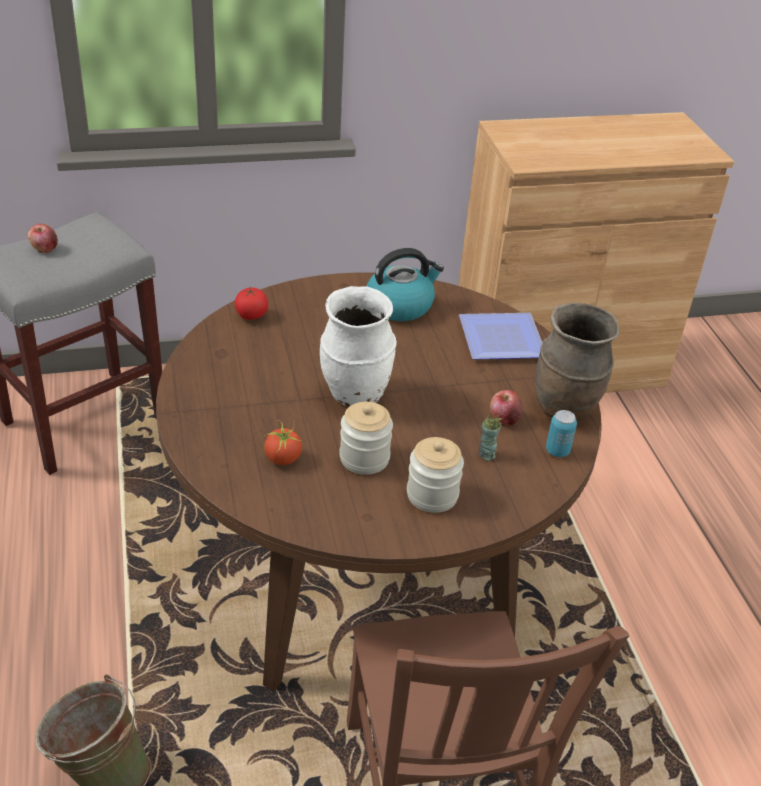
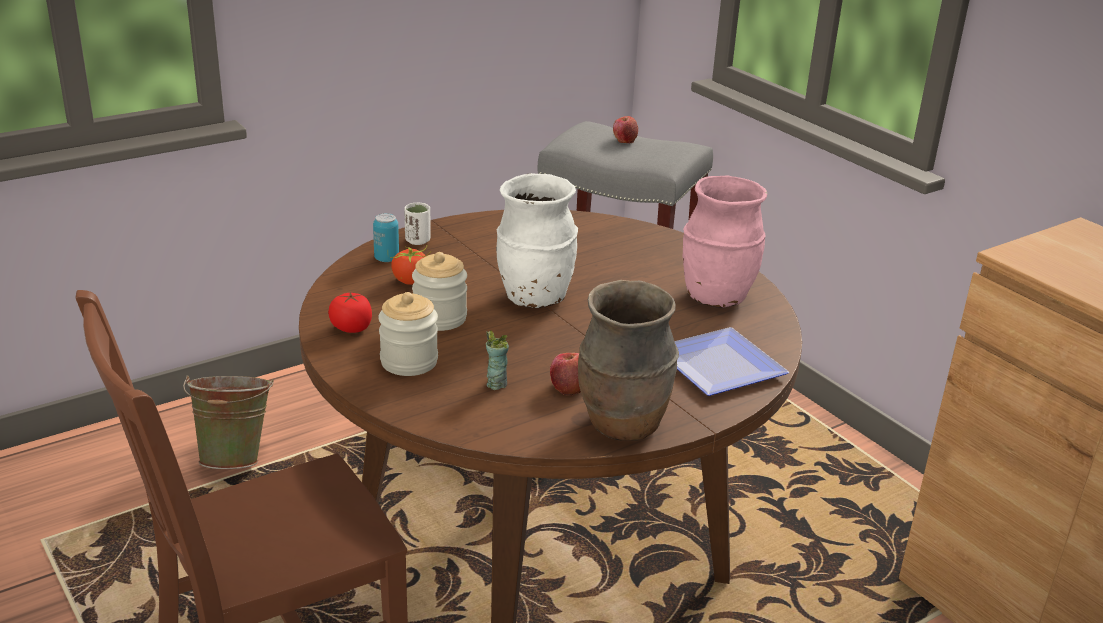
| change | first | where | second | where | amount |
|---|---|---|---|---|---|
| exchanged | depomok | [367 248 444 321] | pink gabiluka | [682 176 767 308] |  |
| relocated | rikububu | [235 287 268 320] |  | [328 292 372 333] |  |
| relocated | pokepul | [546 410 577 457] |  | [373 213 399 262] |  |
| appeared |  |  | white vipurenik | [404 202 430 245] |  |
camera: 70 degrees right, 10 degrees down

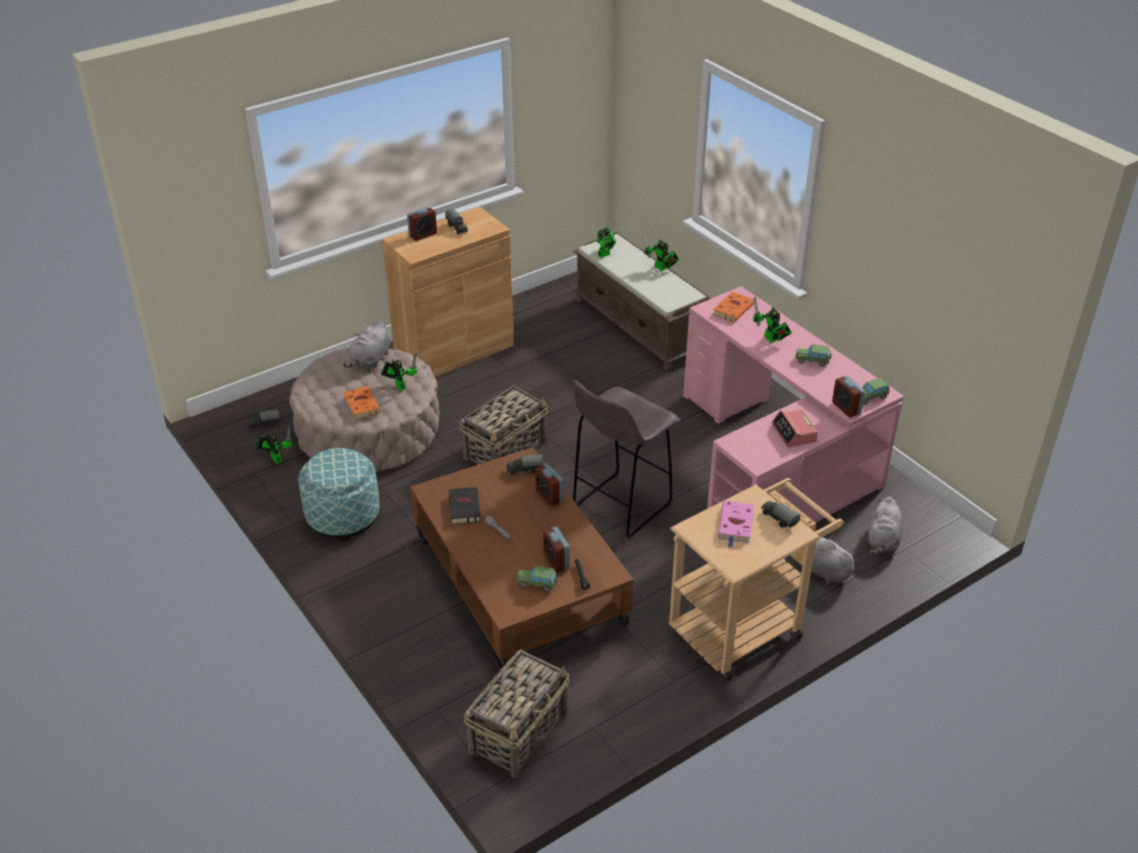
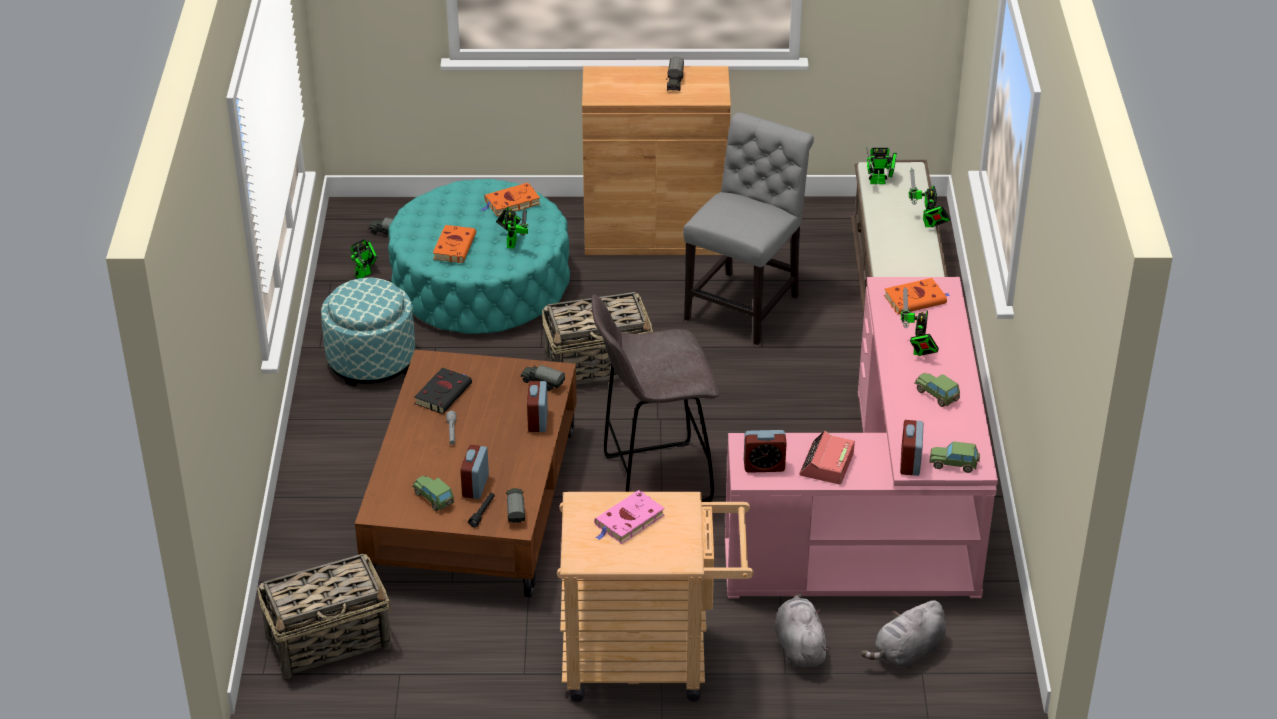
| change | first | where | second | where | amount |
|---|---|---|---|---|---|
| relocated | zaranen | [407 206 437 241] |  | [744 430 787 473] |  |
| exchanged | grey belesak | [343 320 391 368] | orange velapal | [481 183 540 216] |  |
| colour | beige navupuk | [289 348 440 472] | turquoise navupuk | [388 179 570 334] |  |
| spun | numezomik | [256 427 292 464] |  | [351 239 378 278] | 45 degrees clockwise |
| relocated | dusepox | [761 501 800 528] |  | [506 488 525 523] |  |
| appeared |  |  | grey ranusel | [683 112 814 345] |  |
camera: 35 degrees right, 0 degrees up

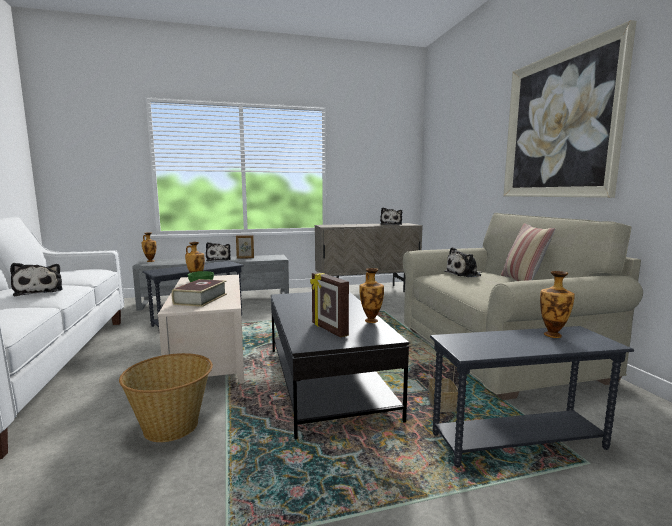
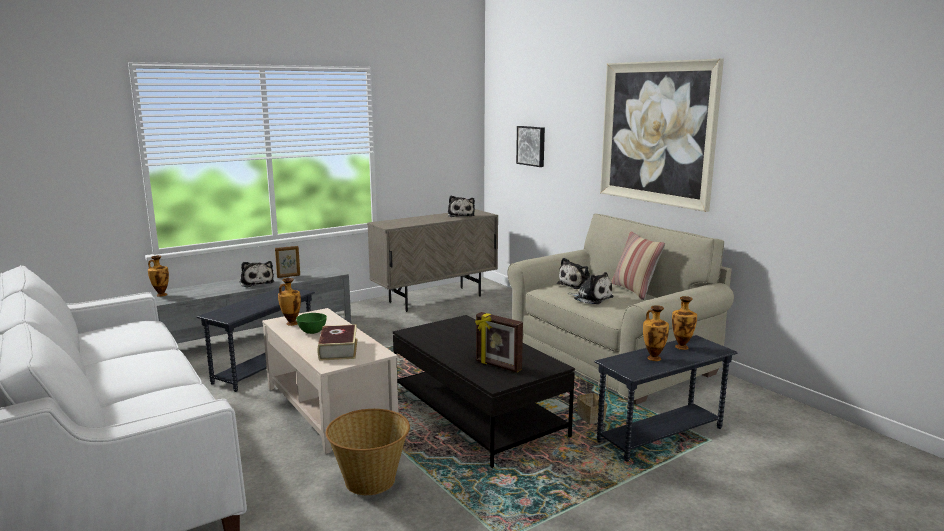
| change | first | where | second | where | amount |
|---|---|---|---|---|---|
| relocated | belesak | [10 263 63 297] |  | [569 272 614 304] |  |
| relocated | gabiluka | [359 268 384 323] |  | [643 305 669 361] |  |
| appeared |  |  | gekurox | [516 126 545 167] |  |
camera: 20 degrees left, 5 degrees up

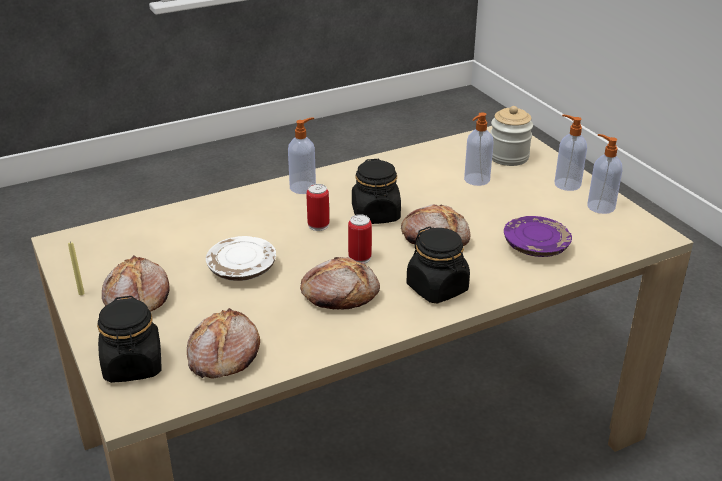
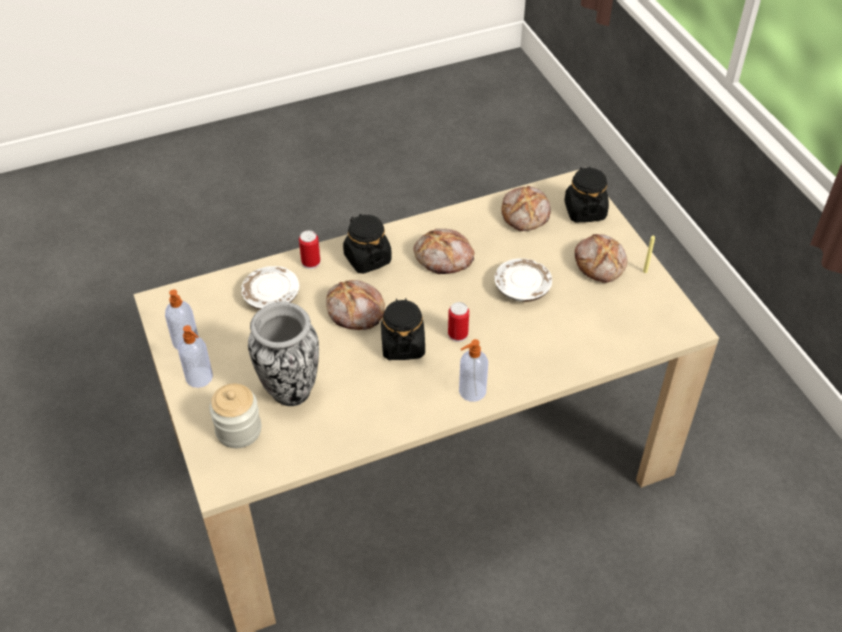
| change | first | where | second | where | amount |
|---|---|---|---|---|---|
| exchanged | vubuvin | [464 112 494 186] | gabiluka | [248 302 319 406] |  |
| relocated | pokepul | [348 214 372 264] |  | [299 230 320 269] |  |
| colour | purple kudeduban | [504 216 572 257] | white kudeduban | [241 266 299 310] |  |
camera: 175 degrees left, 15 degrees up

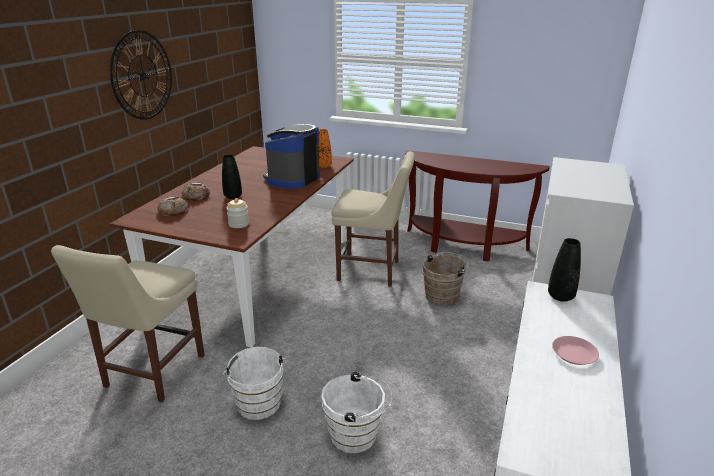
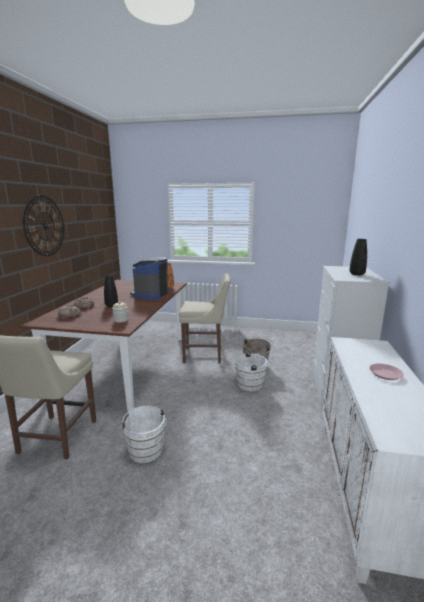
| change | first | where | second | where | amount |
|---|---|---|---|---|---|
| missing | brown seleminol | [405 150 550 261] |  |  |  |
| relocated | black gabiluka | [548 238 581 302] |  | [349 239 367 275] |  |
| relocated | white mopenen | [321 372 393 453] |  | [234 352 272 392] |  |
camera: 10 degrees left, 10 degrees down

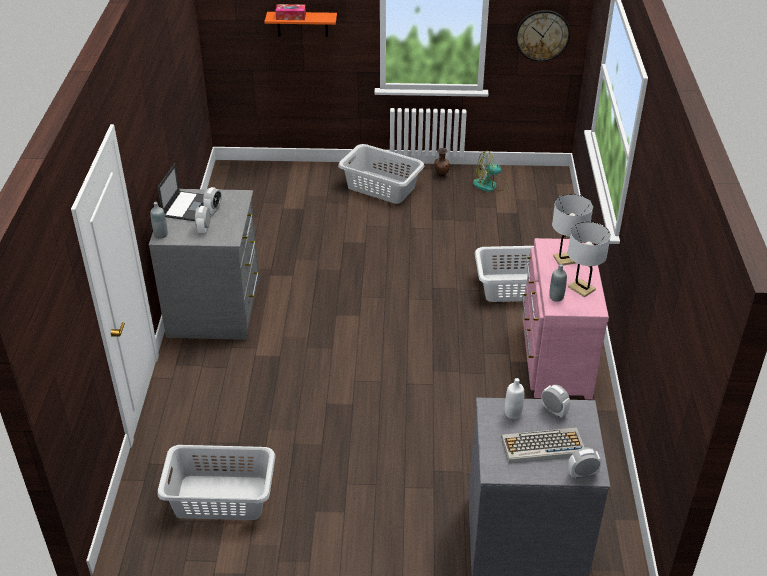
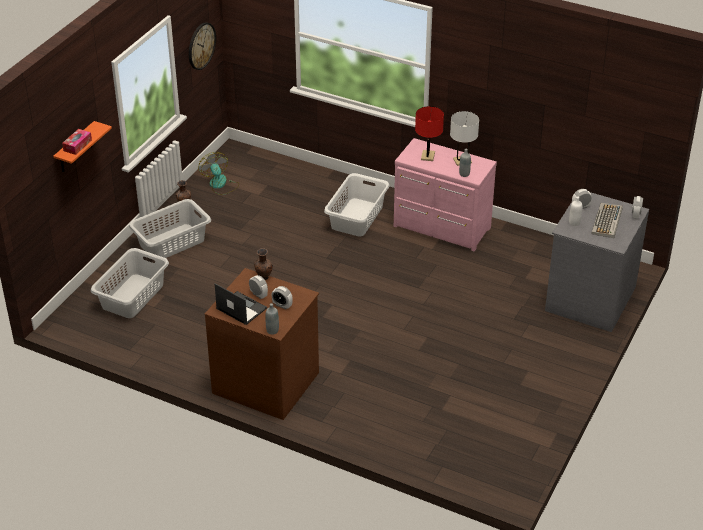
| change | first | where | second | where | amount |
|---|---|---|---|---|---|
| spun | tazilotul | [473 151 509 192] |  | [198 152 239 195] | 135 degrees clockwise |
| colour | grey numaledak | [149 189 260 340] | brown numaledak | [205 268 319 420] |  |
| colour | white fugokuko | [552 194 593 266] | red fugokuko | [415 106 444 161] |  |
| relocated | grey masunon | [157 445 275 520] |  | [91 248 169 318] |  |
| appeared |  |  | brown gabiluka | [254 248 273 280] |  |
camera: 65 degrees left, 0 degrees up

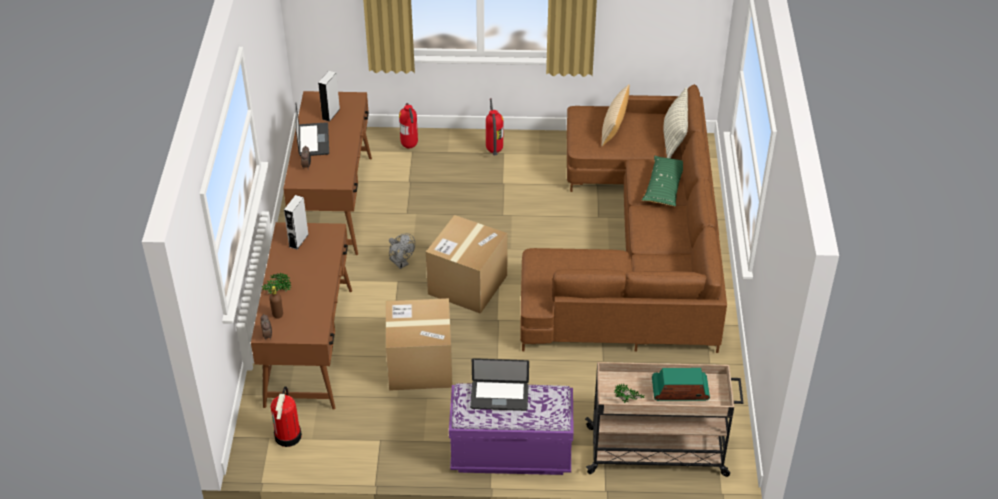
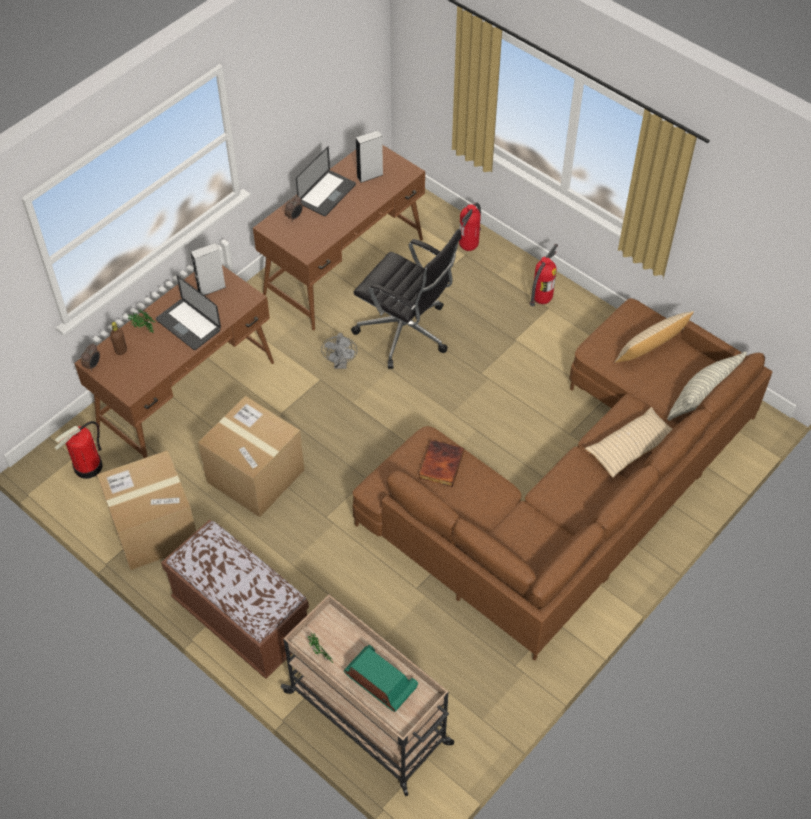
| change | first | where | second | where | amount |
|---|---|---|---|---|---|
| colour | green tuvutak | [642 156 683 207] | beige tuvutak | [585 407 673 478] |  |
| relocated | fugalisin | [426 215 508 314] |  | [97 450 196 570] |  |
| relocated | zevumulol | [470 358 529 411] |  | [156 276 221 350] |  |
| colour | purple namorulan | [449 383 574 475] | brown namorulan | [161 520 309 679] |  |
| appeared |  |  | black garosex | [351 229 462 369] |  |
| appeared |  |  | velapal | [419 440 464 487] |  |
camera: 40 degrees right, 10 degrees up

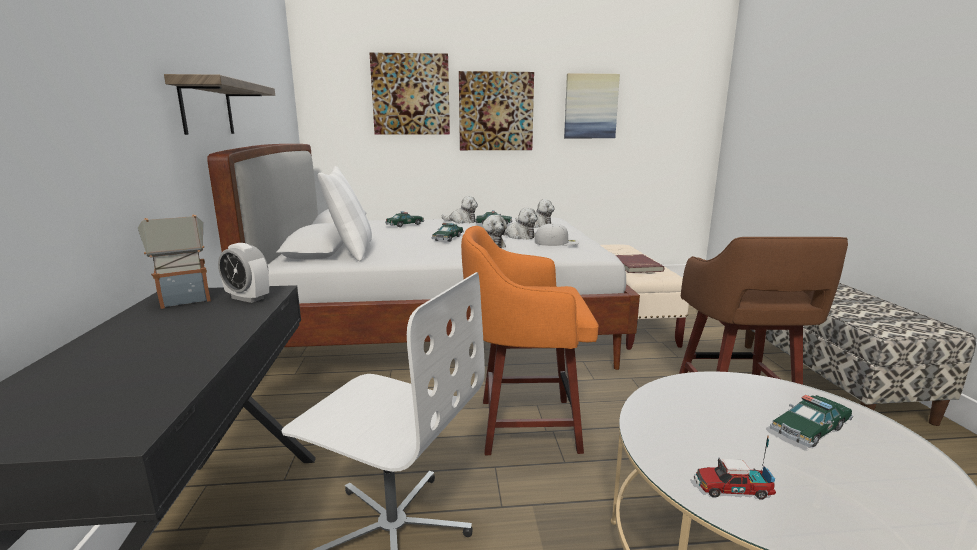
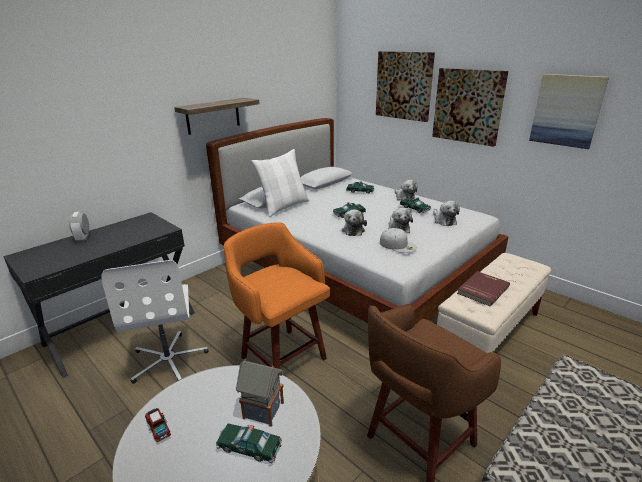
| change | first | where | second | where | amount |
|---|---|---|---|---|---|
| relocated | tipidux | [138 215 211 309] |  | [236 360 284 427] |  |
| relocated | zaranen | [218 243 269 303] |  | [69 212 89 242] |  |
camera: 50 degrees right, 10 degrees up

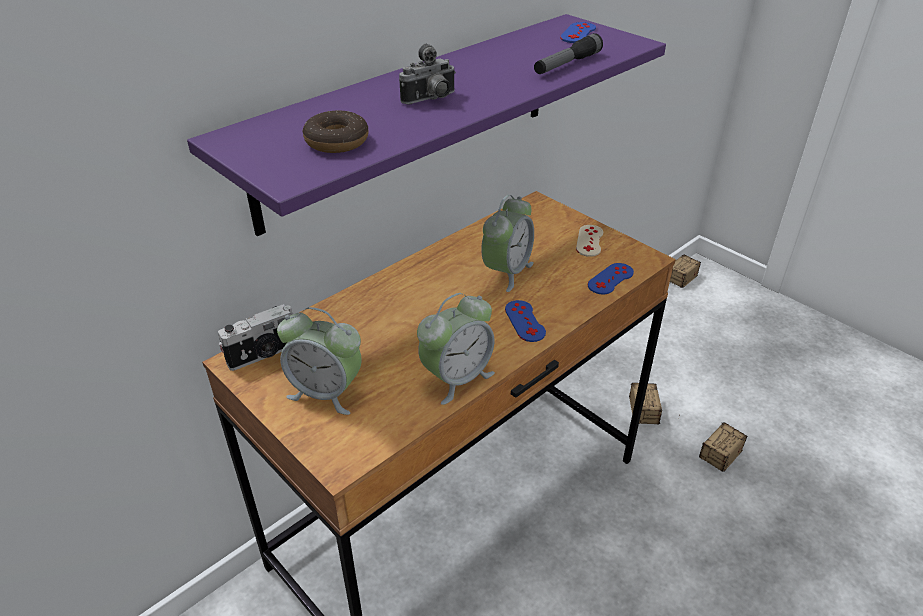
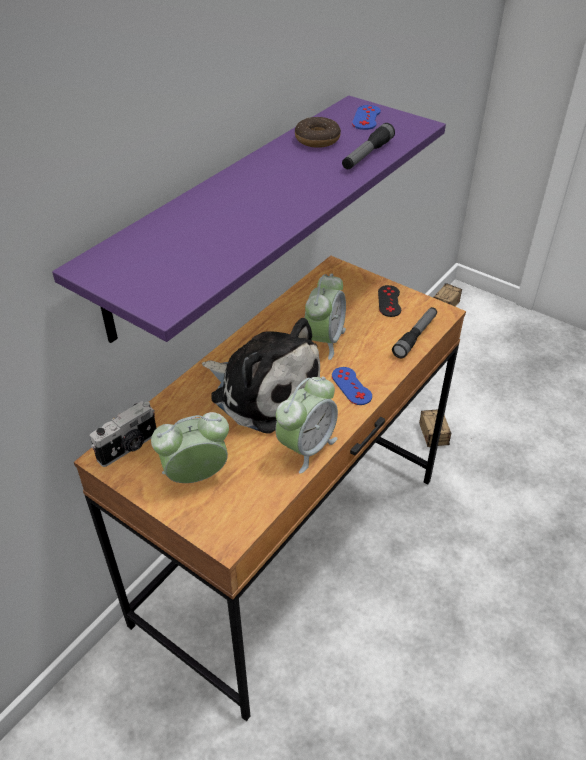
| change | first | where | second | where | amount |
|---|---|---|---|---|---|
| missing | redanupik | [399 44 456 104] |  |  |  |
| relocated | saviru | [303 110 368 153] |  | [295 117 341 148] |  |
| colour | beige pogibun | [576 225 603 257] | black pogibun | [378 285 401 317] |  |
| exchanged | blue pogibun | [588 263 634 294] | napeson | [392 307 437 358] |  |
| spun | zaranen | [277 307 362 415] |  | [151 412 229 483] | 150 degrees clockwise |
| missing | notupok | [699 422 747 472] |  |  |  |
| appeared |  |  | belesak | [202 318 321 434] |  |
camera: 10 degrees left, 5 degrees up

